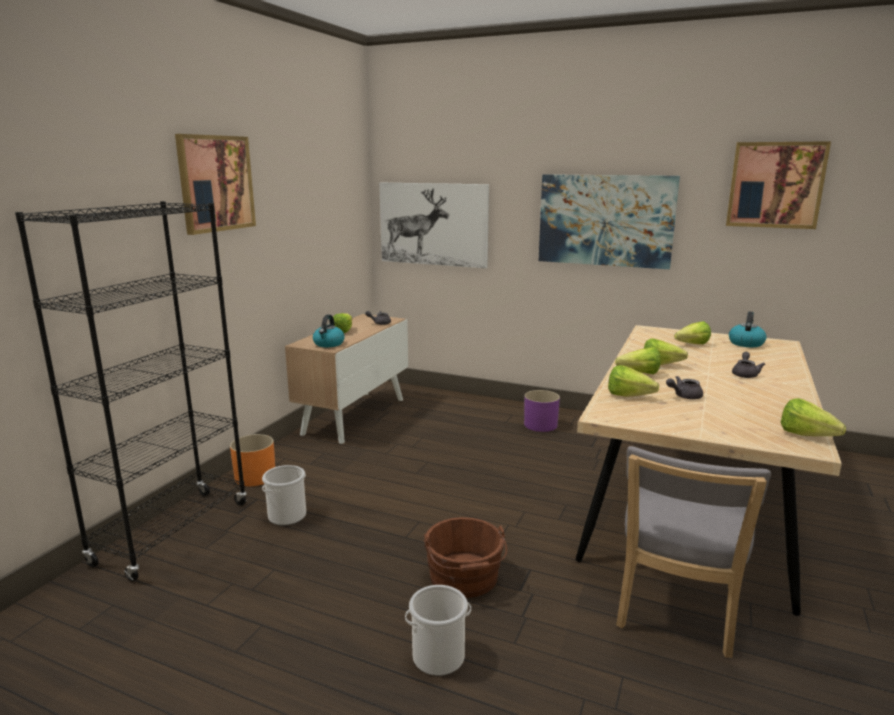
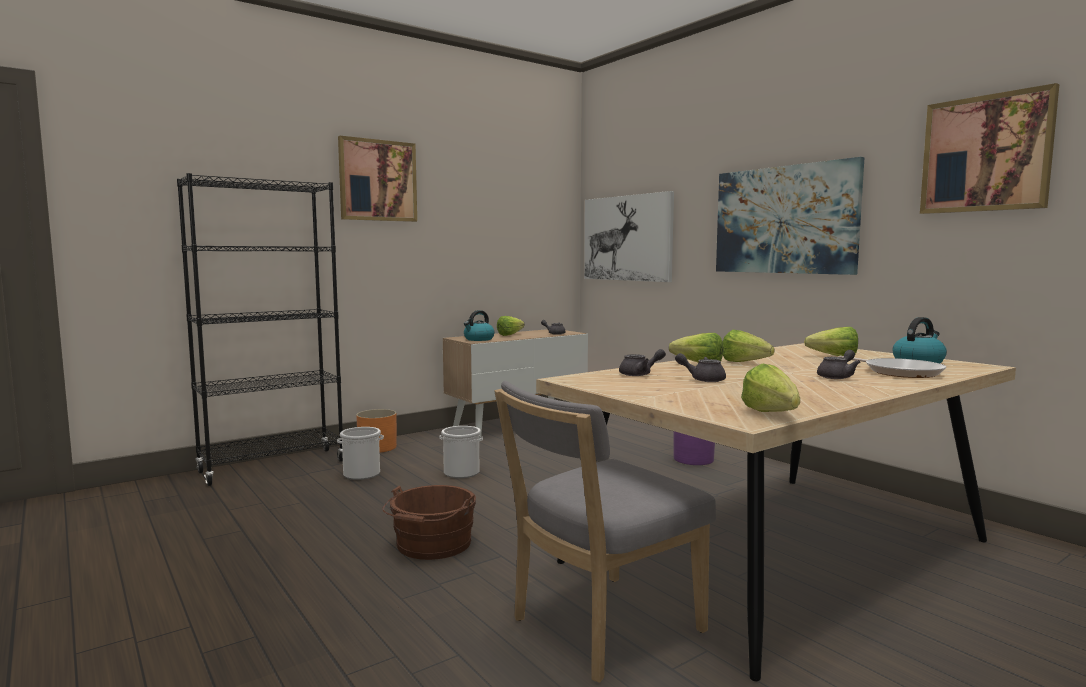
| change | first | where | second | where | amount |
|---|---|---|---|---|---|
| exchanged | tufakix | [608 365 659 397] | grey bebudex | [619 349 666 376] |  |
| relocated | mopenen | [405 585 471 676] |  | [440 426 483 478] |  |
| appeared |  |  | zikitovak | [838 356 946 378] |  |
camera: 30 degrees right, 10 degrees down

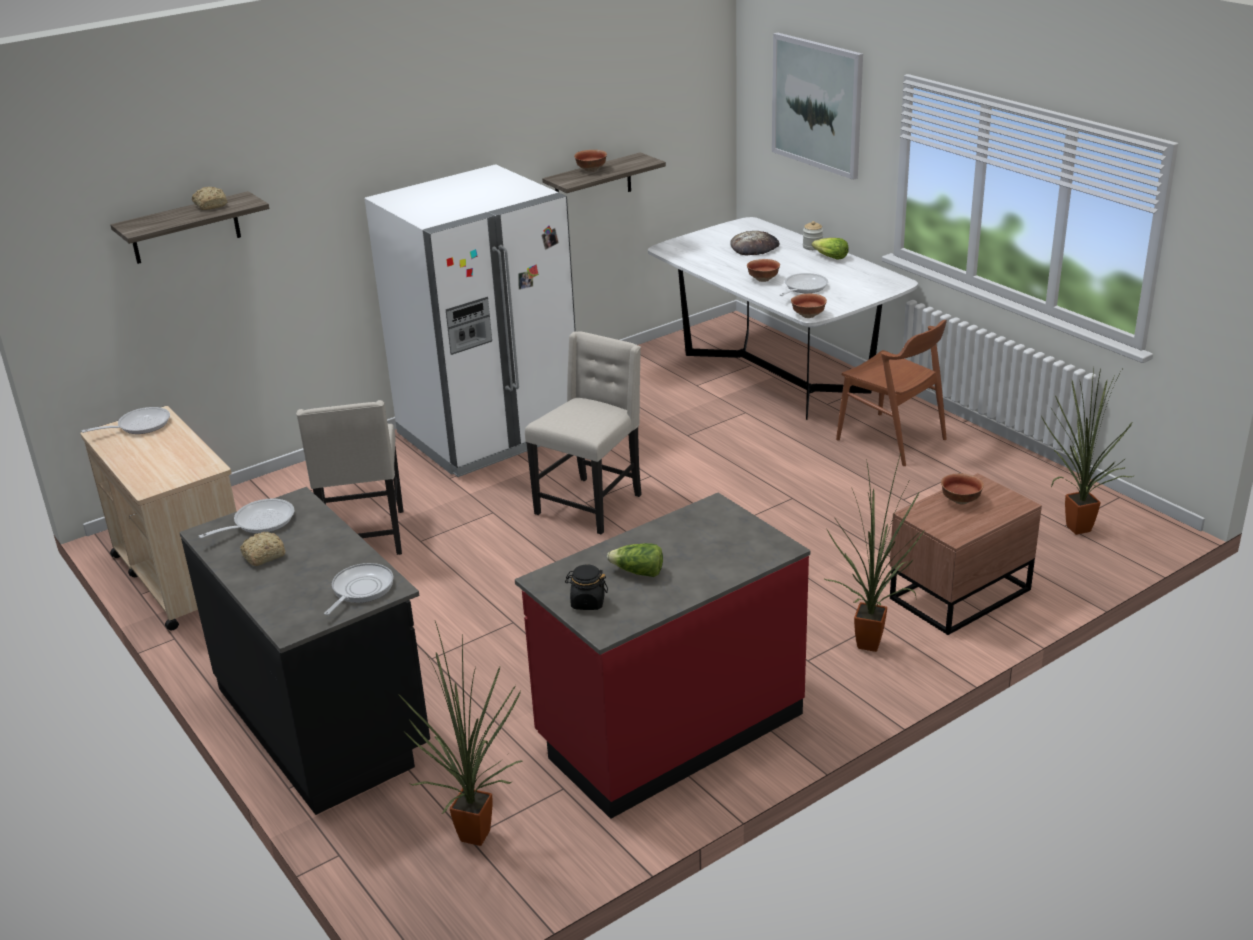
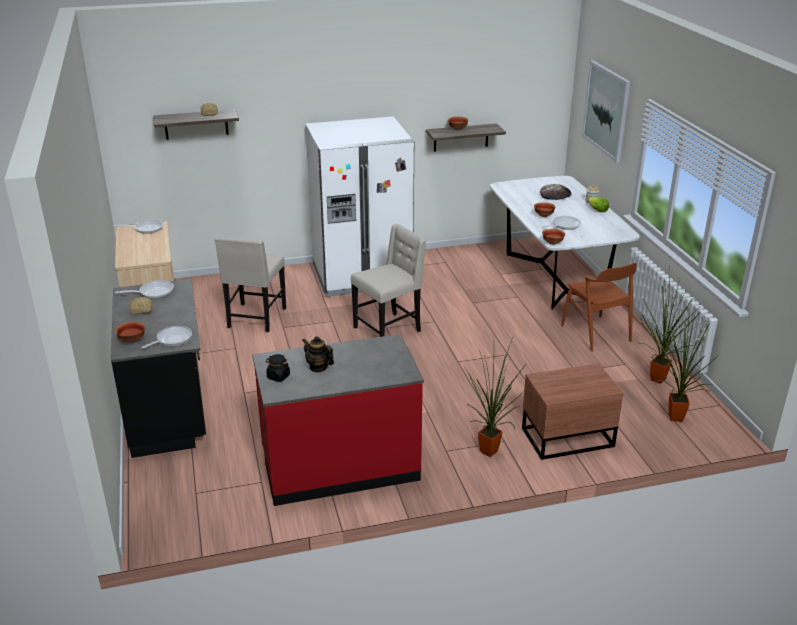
| change | first | where | second | where | amount |
|---|---|---|---|---|---|
| relocated | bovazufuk | [941 473 984 505] |  | [115 322 146 343] |  |
| exchanged | tufakix | [607 543 663 577] | bebudex | [302 336 334 372] |  |
| relocated | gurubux | [398 621 522 846] |  | [639 279 700 384] |  |
camera: 20 degrees right, 0 degrees up

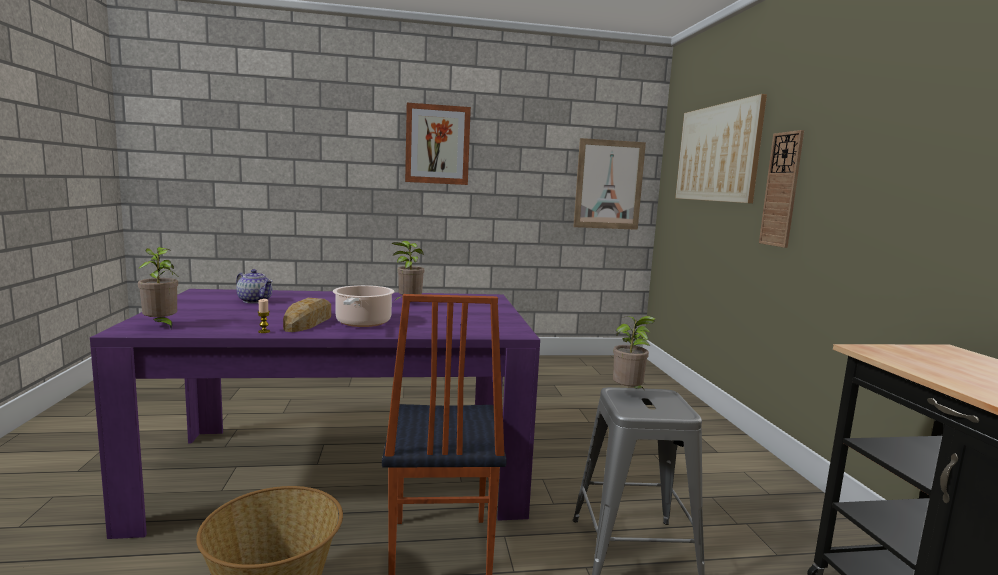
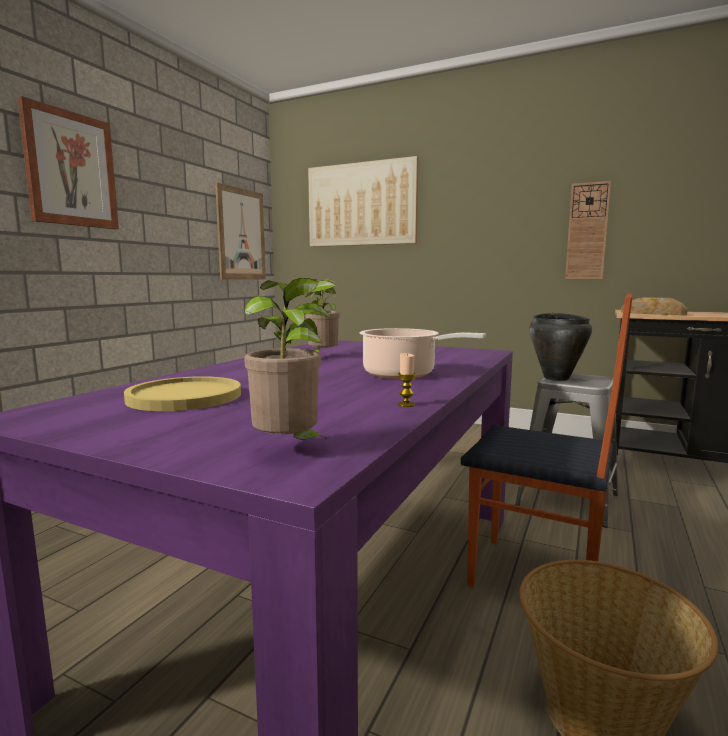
| change | first | where | second | where | amount |
|---|---|---|---|---|---|
| relocated | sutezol | [759 130 804 248] |  | [565 181 611 279] |  |
| exchanged | bebudex | [236 269 273 303] | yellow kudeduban | [124 376 241 411] |  |
| relocated | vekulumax | [283 298 331 332] |  | [621 297 688 315] |  |
| exchanged | gurubux | [613 316 655 389] | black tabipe | [530 313 592 381] |  |
camera: 55 degrees left, 0 degrees up

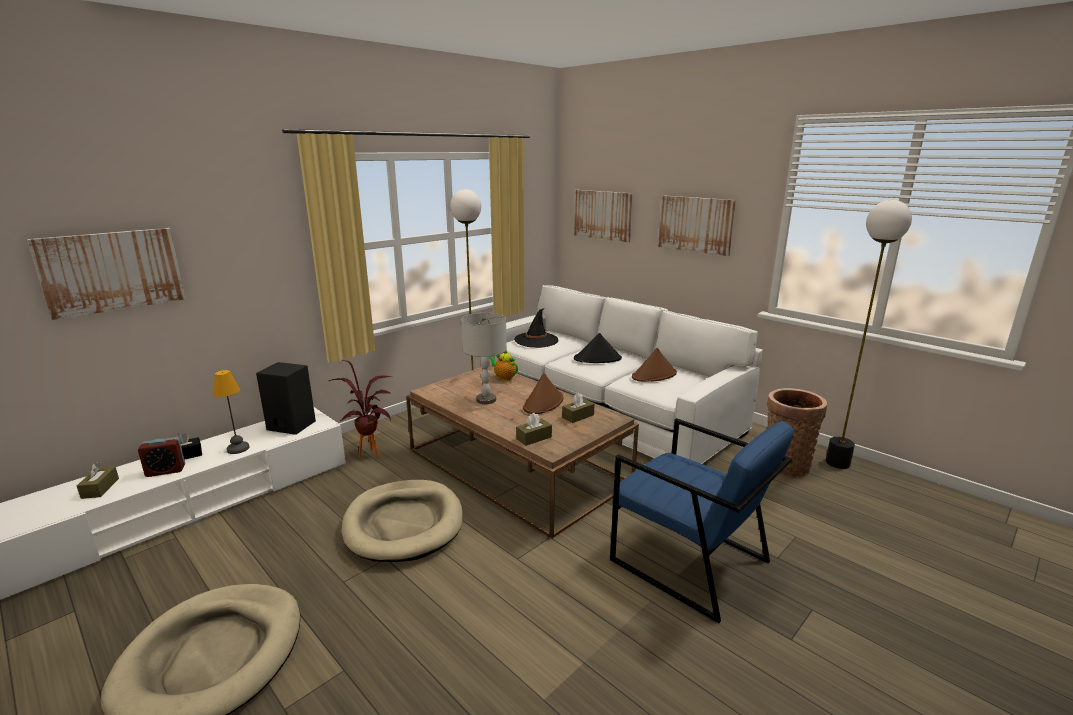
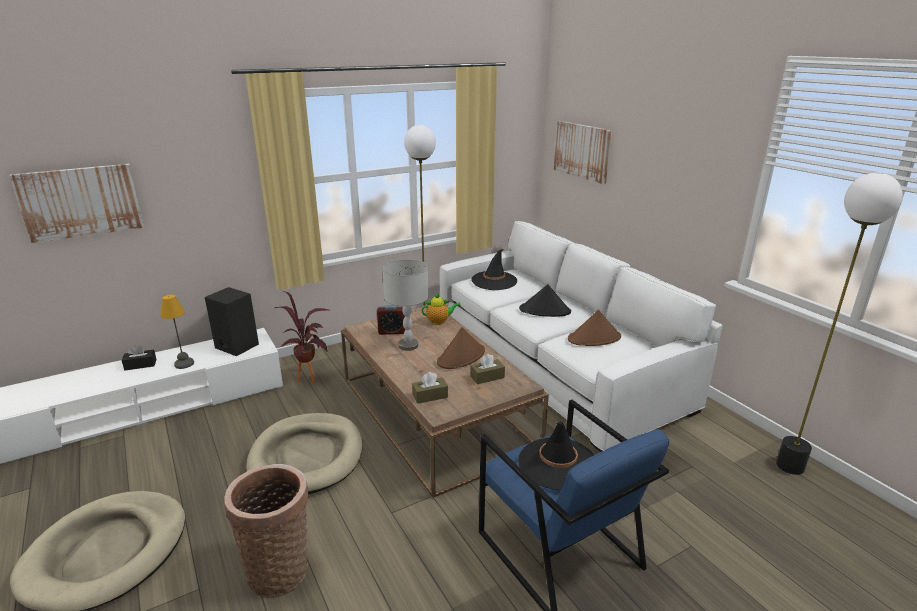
| change | first | where | second | where | amount |
|---|---|---|---|---|---|
| missing | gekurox | [658 196 736 256] |  |  |  |
| spun | bebudex | [489 350 518 381] |  | [422 293 461 325] | 120 degrees clockwise |
| relocated | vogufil | [767 388 827 478] |  | [224 464 308 598] |  |
| relocated | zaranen | [138 437 185 477] |  | [377 305 405 335] |  |
| missing | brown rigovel | [77 462 119 499] |  |  |  |
| appeared |  |  | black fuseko | [518 421 594 490] |  |
camera: 15 degrees right, 5 degrees up

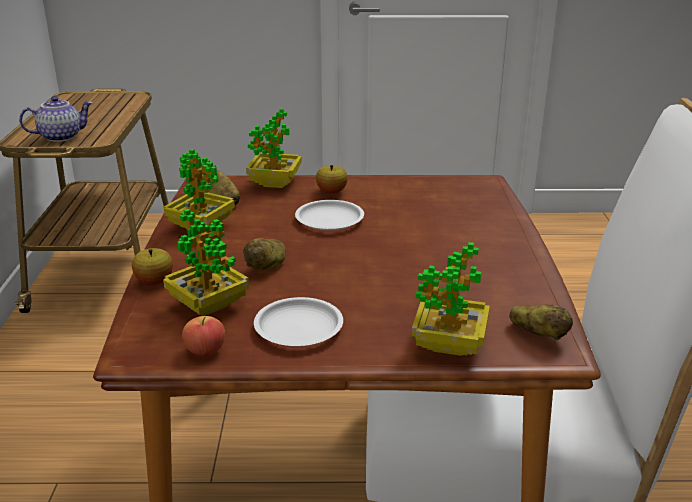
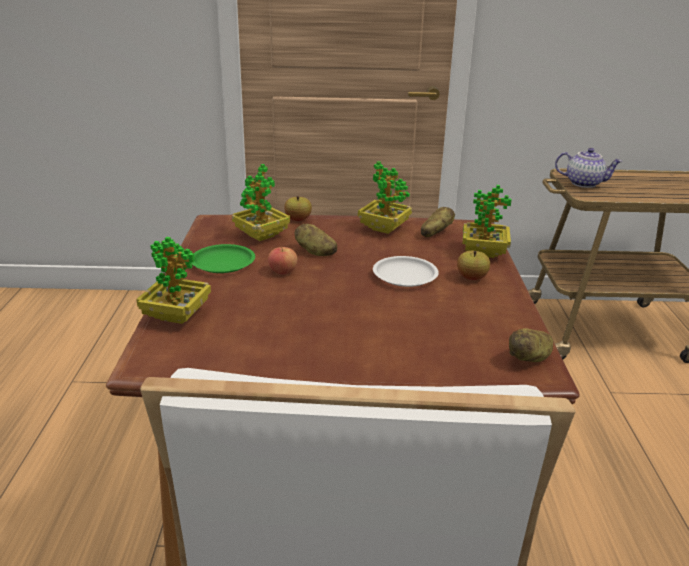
| change | first | where | second | where | amount |
|---|---|---|---|---|---|
| spun | bebudex | [19 96 92 142] |  | [555 148 623 188] | 45 degrees counterclockwise |
| colour | white kudeduban | [254 297 343 346] | green kudeduban | [191 244 255 273] |  |
| relocated | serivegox | [509 304 573 340] |  | [509 328 553 362] |  |
| relocated | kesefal | [182 316 225 356] |  | [268 246 298 274] |  |
camera: 90 degrees right, 0 degrees up

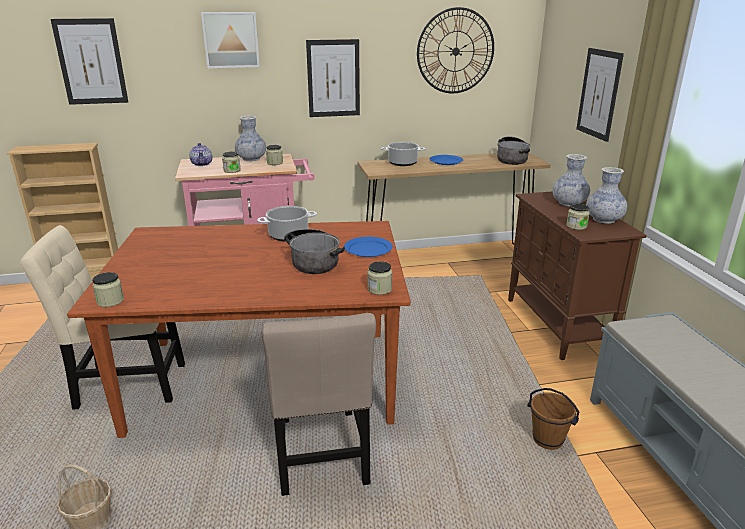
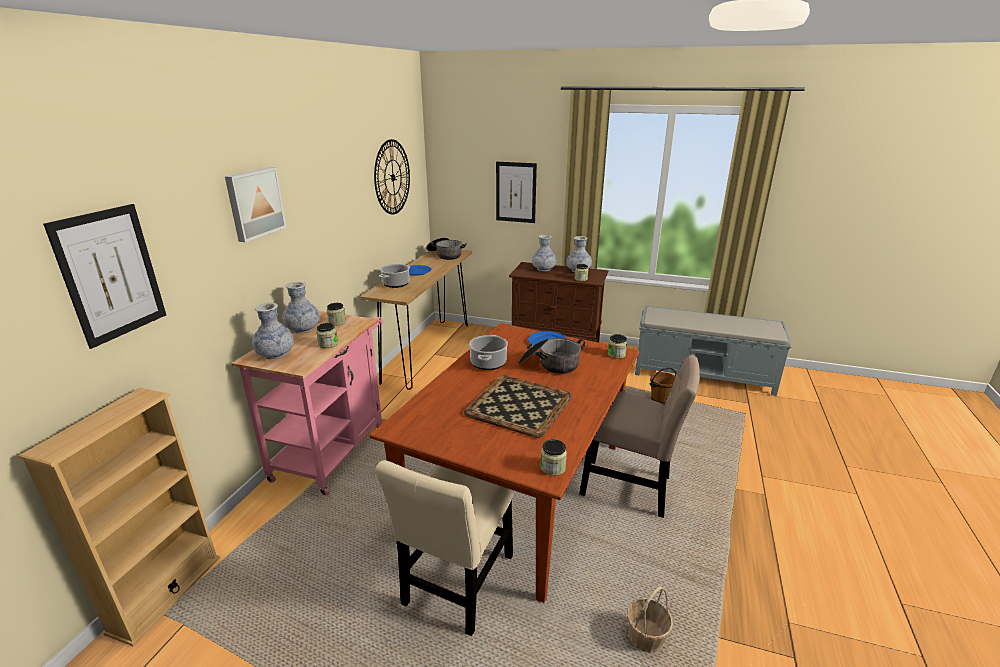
| change | first | where | second | where | amount |
|---|---|---|---|---|---|
| missing | gekurox | [306 39 360 117] |  |  |  |
| exchanged | bebudex | [189 143 213 166] | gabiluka | [252 303 294 359] |  |
| appeared |  |  | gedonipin | [464 375 573 438] |  |
camera: 60 degrees left, 0 degrees up

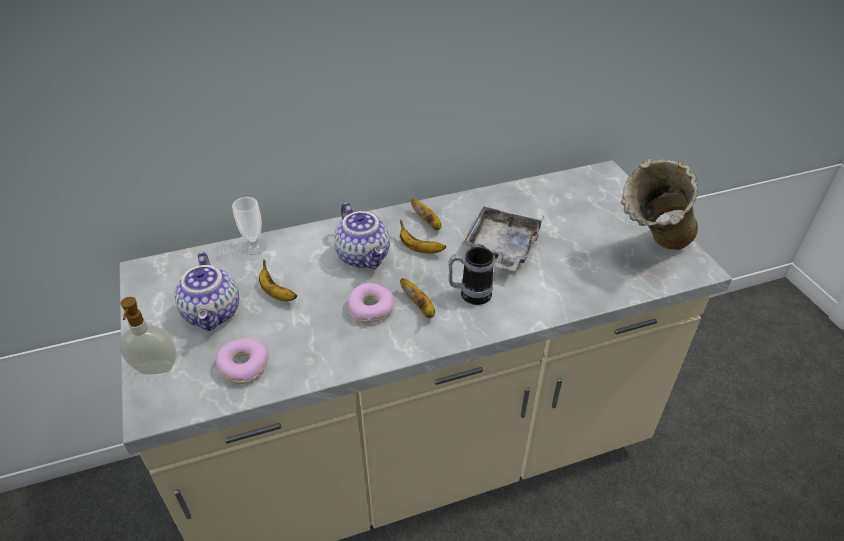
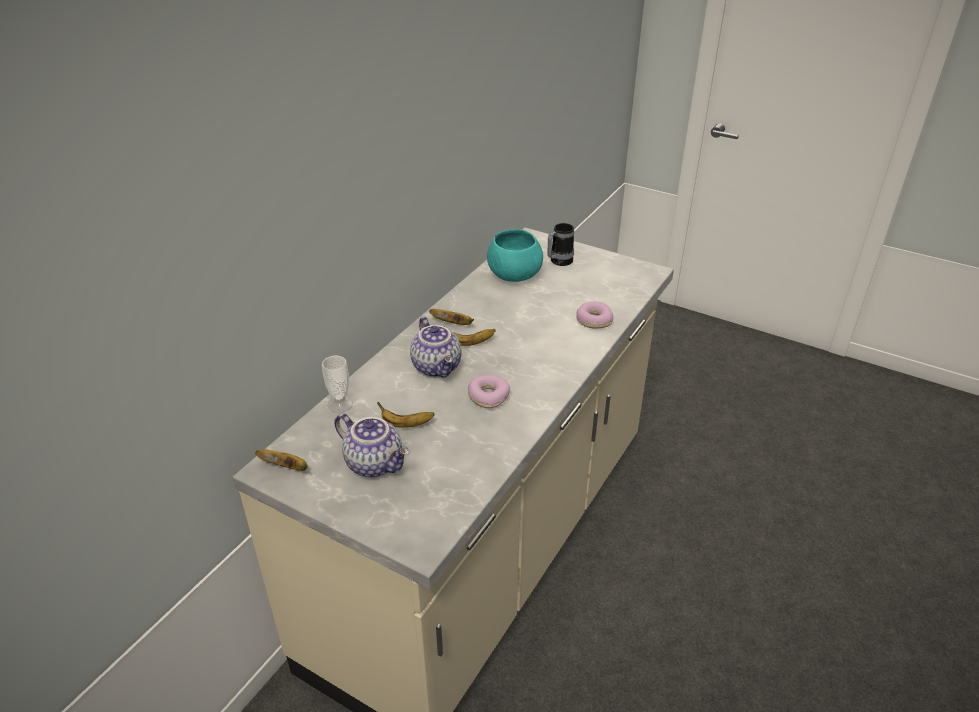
| change | first | where | second | where | amount |
|---|---|---|---|---|---|
| missing | beige gabiluka | [621 159 698 250] |  |  |  |
| spun | bebudex | [334 202 390 269] |  | [410 317 462 378] | 45 degrees clockwise |
| missing | grey gedonipin | [463 206 543 271] |  |  |  |
| relocated | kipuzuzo | [448 247 494 305] |  | [547 223 574 266] |  |
| relocated | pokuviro | [400 278 435 318] |  | [255 449 308 471] |  |
| missing | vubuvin | [119 297 177 374] |  |  |  |
| relocated | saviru | [215 338 269 384] |  | [576 302 613 329] |  |
| appeared |  |  | turquoise bovazufuk | [487 229 543 282] |  |
camera: 40 degrees left, 5 degrees down

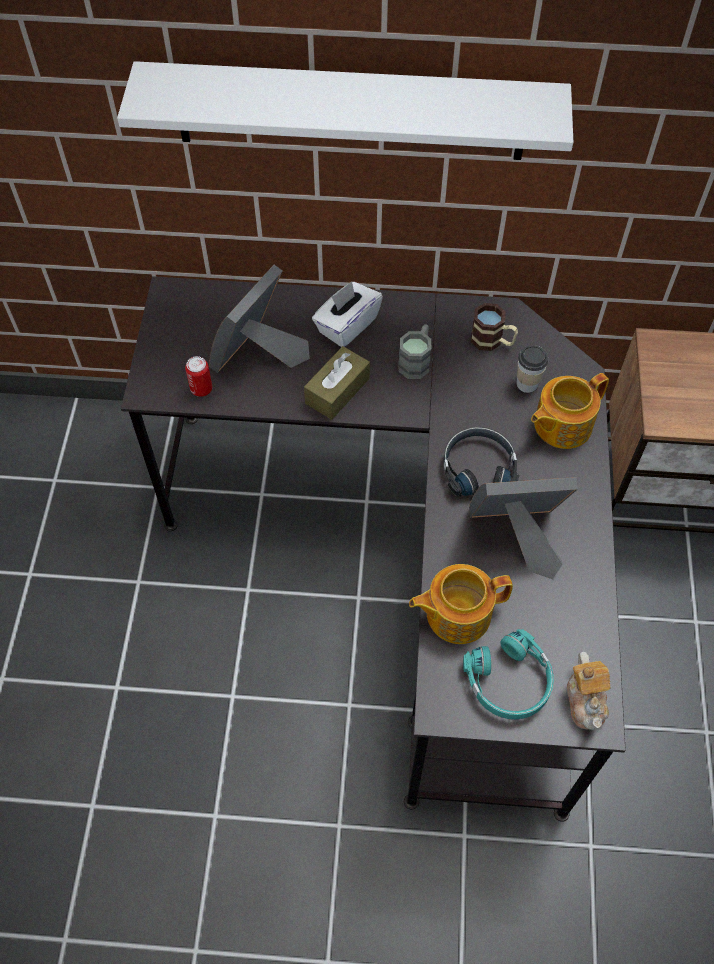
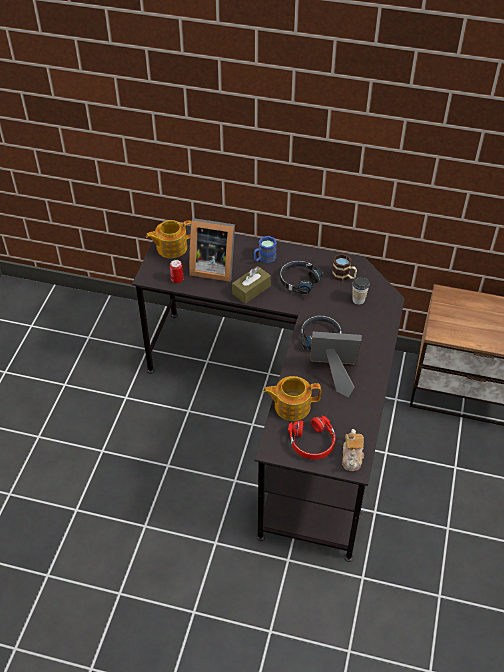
| change | first | where | second | where | amount |
|---|---|---|---|---|---|
| missing | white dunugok | [117 61 573 160] |  |  |  |
| spun | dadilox | [209 265 310 373] |  | [189 218 235 282] | 120 degrees counterclockwise |
| exchanged | white rigovel | [312 281 383 347] | blue kipuzuzo | [254 236 277 263] |  |
| exchanged | grey kipuzuzo | [399 324 431 379] | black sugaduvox | [280 261 323 294] |  |
| relocated | bebudex | [531 373 609 449] |  | [146 220 191 258] |  |
| colour | turquoise sugaduvox | [463 629 554 719] | red sugaduvox | [288 415 336 459] |  |
camera: 10 degrees right, 10 degrees down

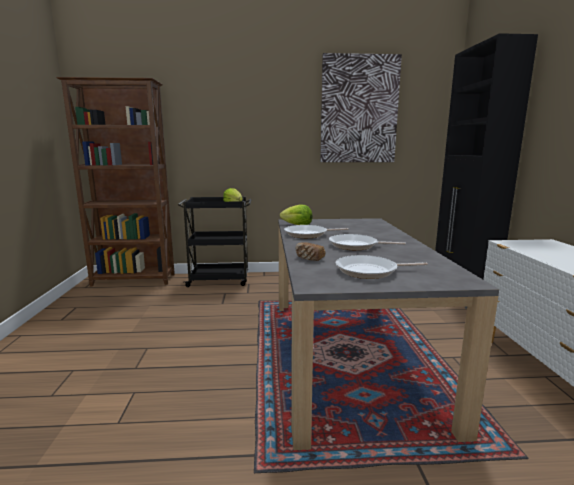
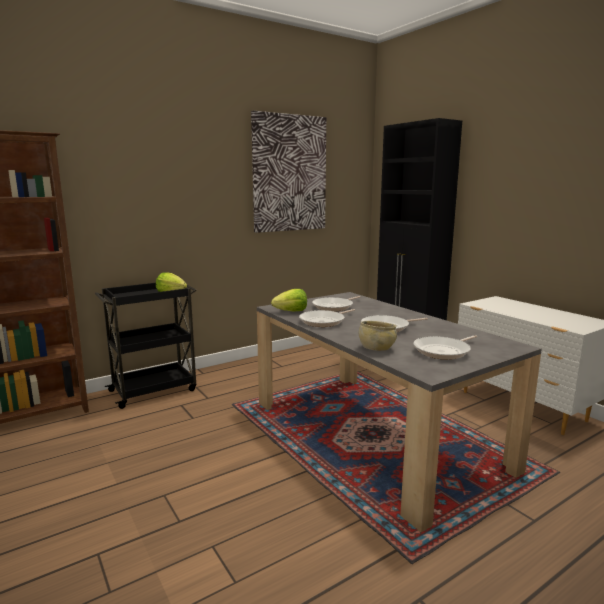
| change | first | where | second | where | amount |
|---|---|---|---|---|---|
| exchanged | vekulumax | [296 242 326 261] | beige bovazufuk | [359 321 397 351] |  |
| appeared |  |  | zikitovak | [312 296 360 311] |  |
camera: 30 degrees left, 0 degrees up

